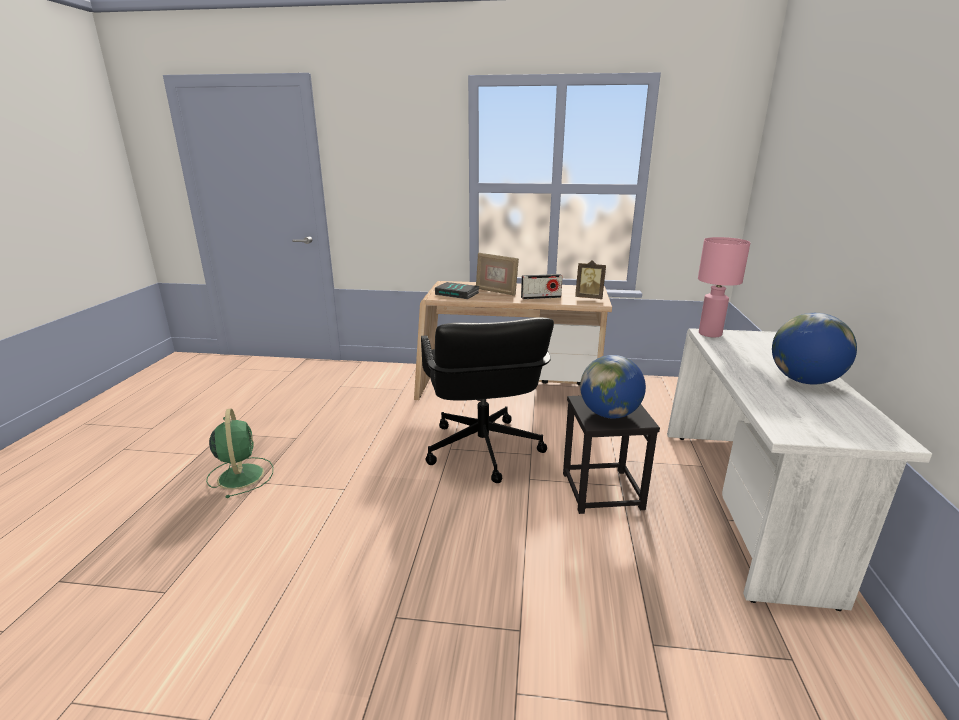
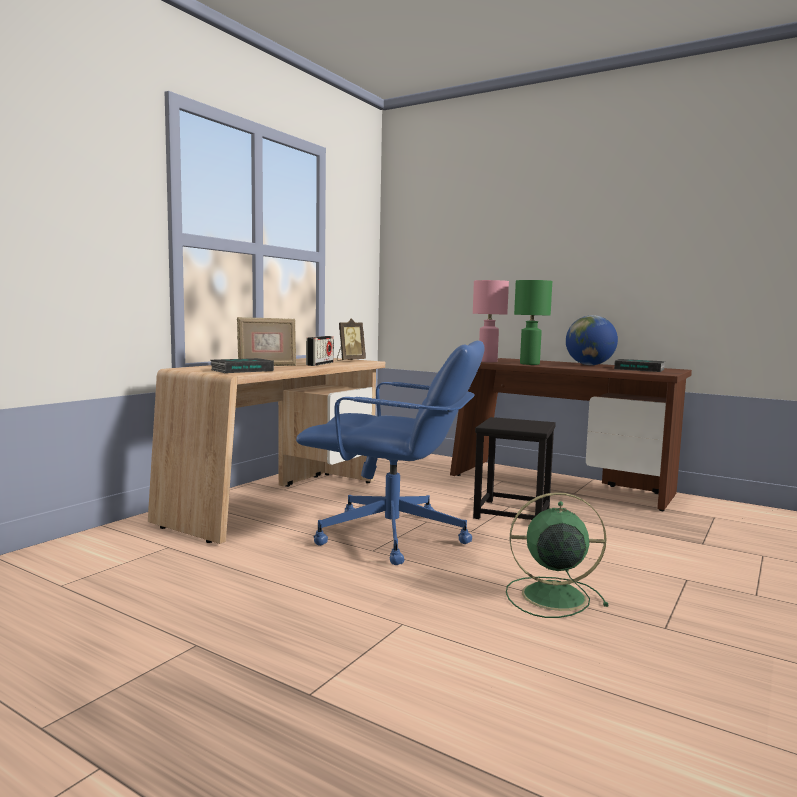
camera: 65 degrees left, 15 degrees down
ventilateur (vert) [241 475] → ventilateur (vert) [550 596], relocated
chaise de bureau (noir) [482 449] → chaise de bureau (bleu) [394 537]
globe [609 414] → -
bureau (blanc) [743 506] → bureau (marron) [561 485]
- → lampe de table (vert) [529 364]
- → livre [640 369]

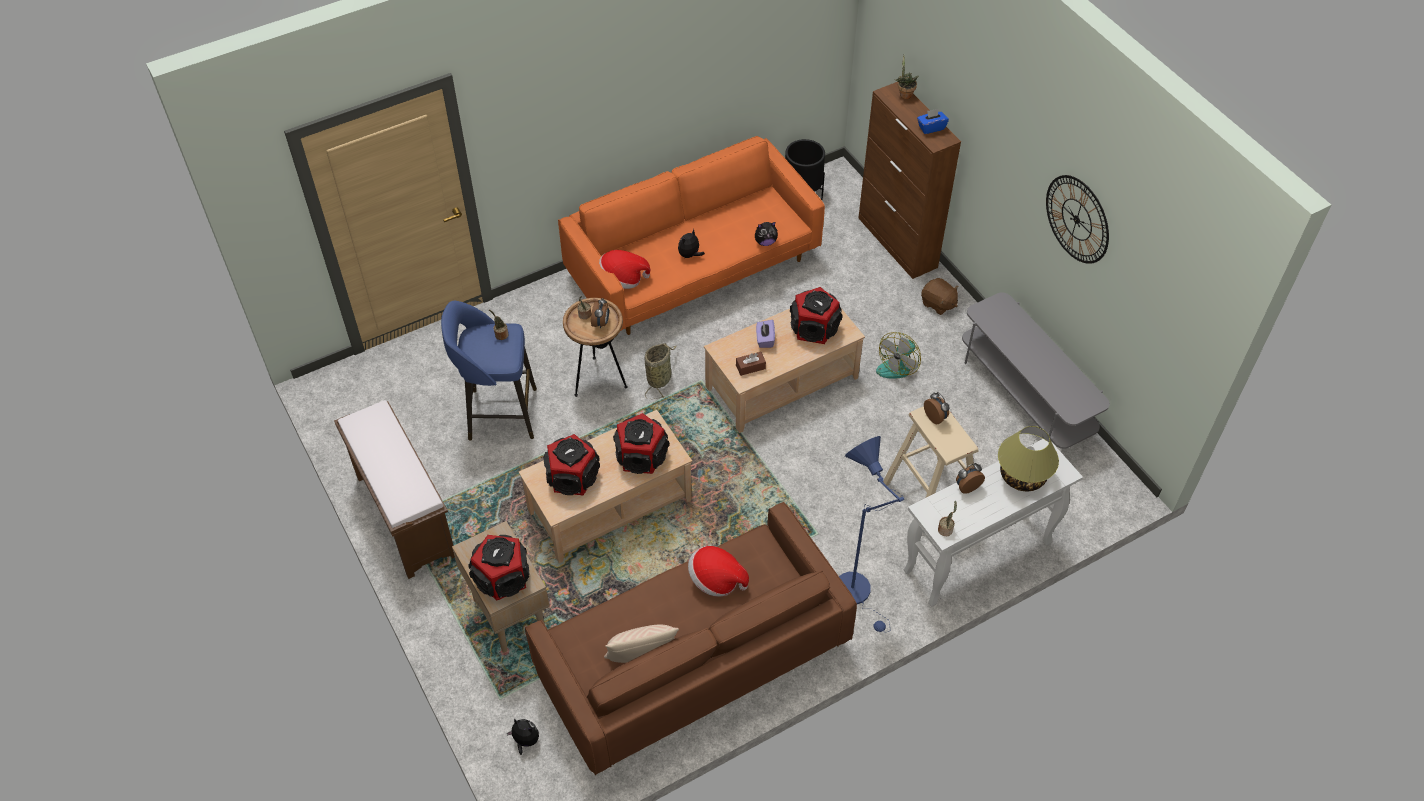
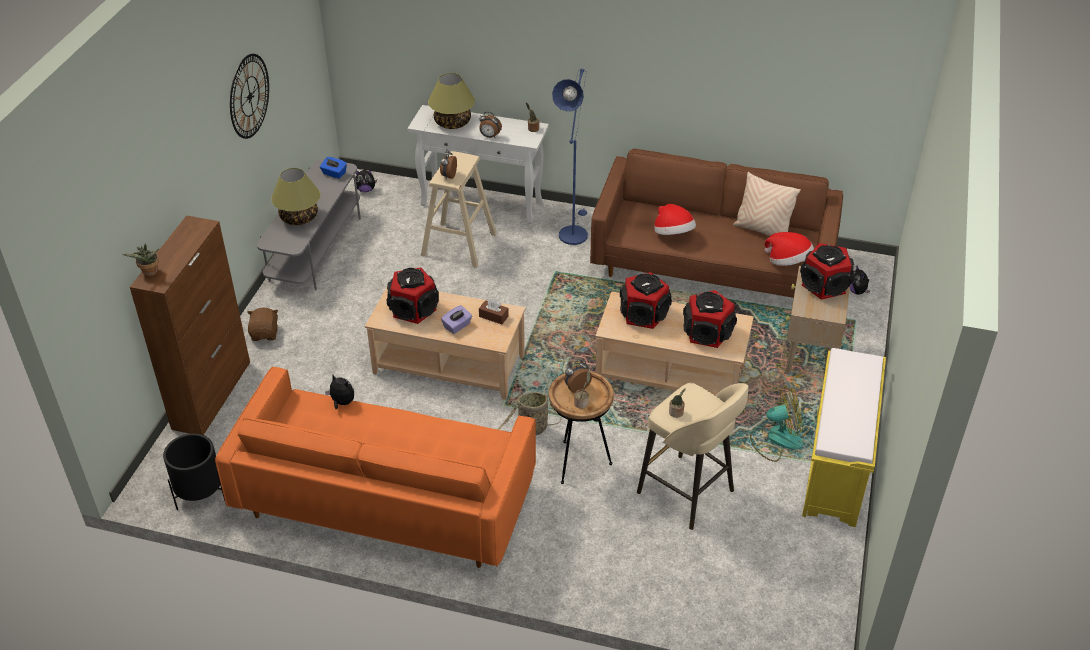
camera: 135 degrees left, 10 degrees down
banc (marron) [404 515] → banc (jaune) [836 469]
tabouret (bleu) [500 414] → tabouret (beige) [687 493]
chapeau [622 279] → chapeau [788 262], relocated
peluche [690 255] → peluche [366 190], relocated
ventilateur [898 365] → ventilateur [776 439], relocated
boîte à mouchoirs (bleu) [931 127] → boîte à mouchoirs (bleu) [334 174], relocated
- → lampe de table [299 217]

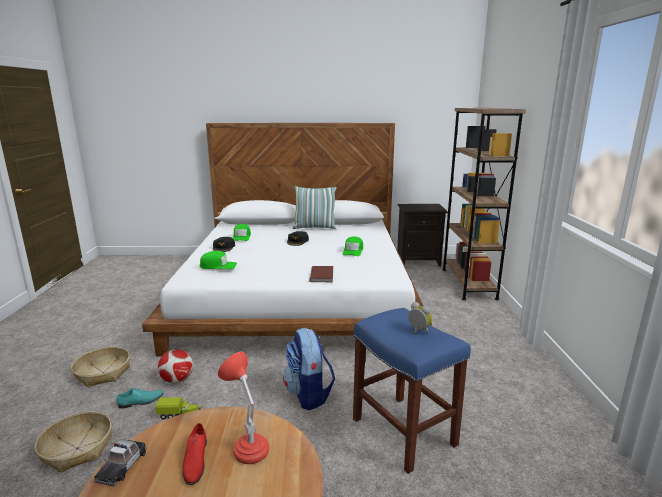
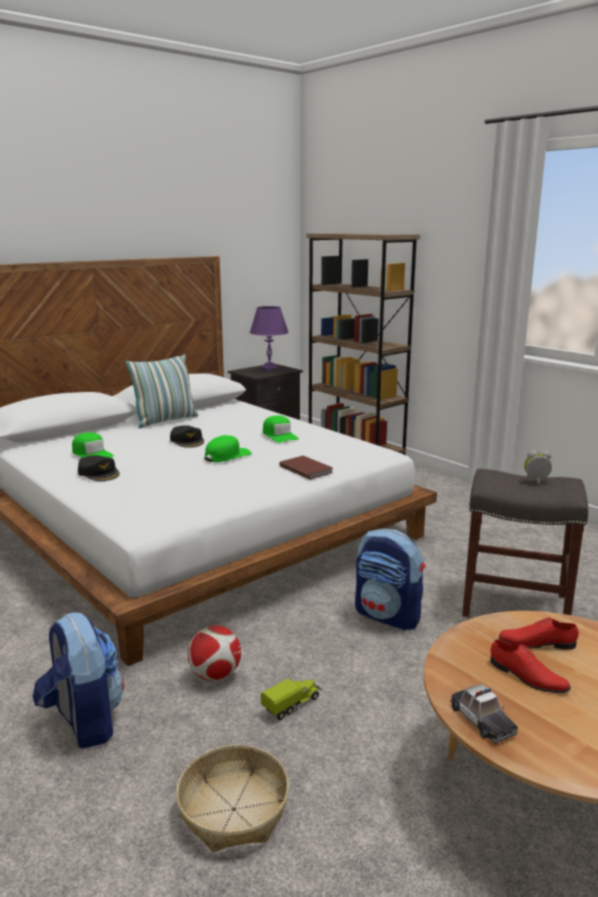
camera: 40 degrees left, 0 degrees up
panier [103 372] → sac à dos [83 722]
chaussure (turquoise) [141 401] → -
casquette (vert) [218 266] → casquette (vert) [227 456], relocated
lampe de table (rouge) [247 445] → chaussure (rouge) [536 642]
tabouret (bleu) [402 431] → tabouret (gris) [513 605]
- → lampe de table (violet) [269 369]

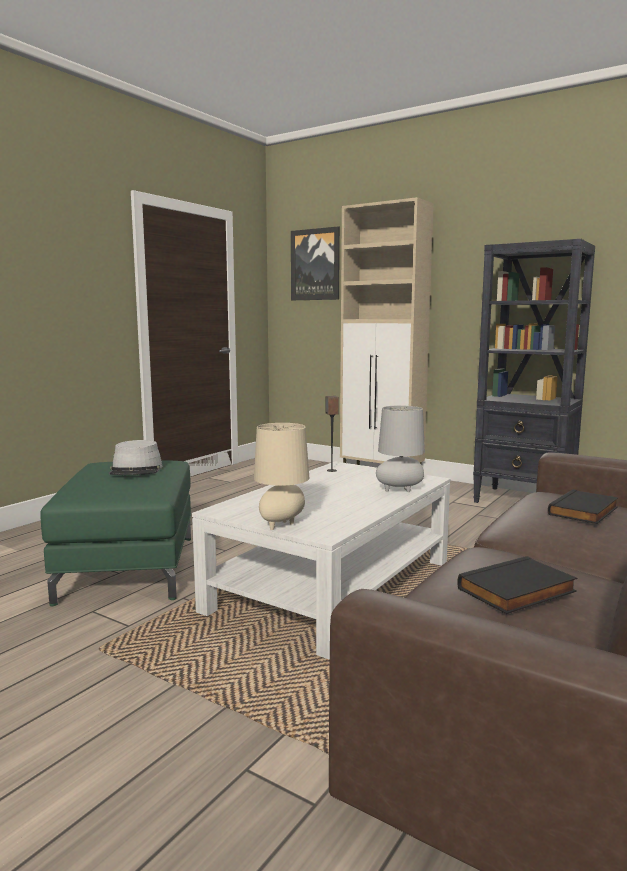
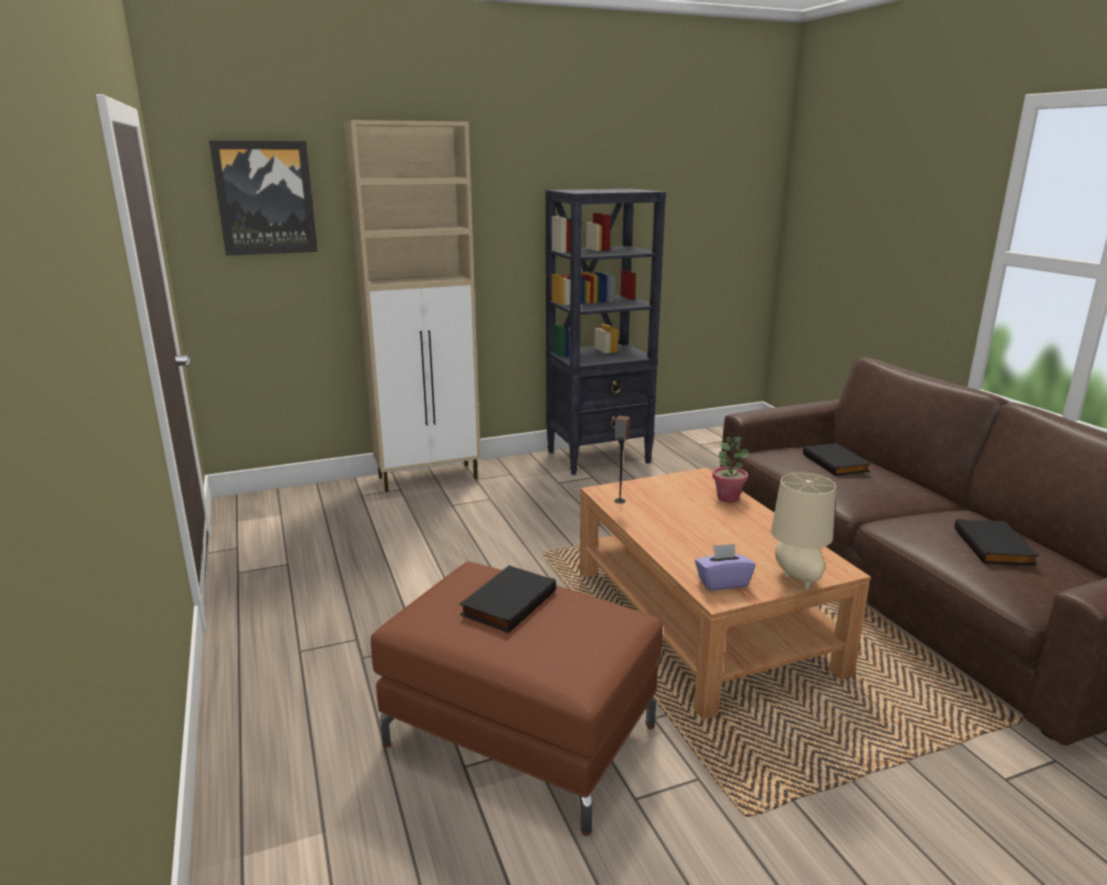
camera: 55 degrees left, 10 degrees up
pouf (vert) [128 567] → pouf (marron) [519 735]
chapeau (gris) [136 469] → livre (noir) [507 602]
table basse (blanc) [332 586] → table basse (marron) [702 619]
lampe de table (gris) [400 490] → plante en pot [728 498]
- → boîte à mouchoirs (violet) [722 582]

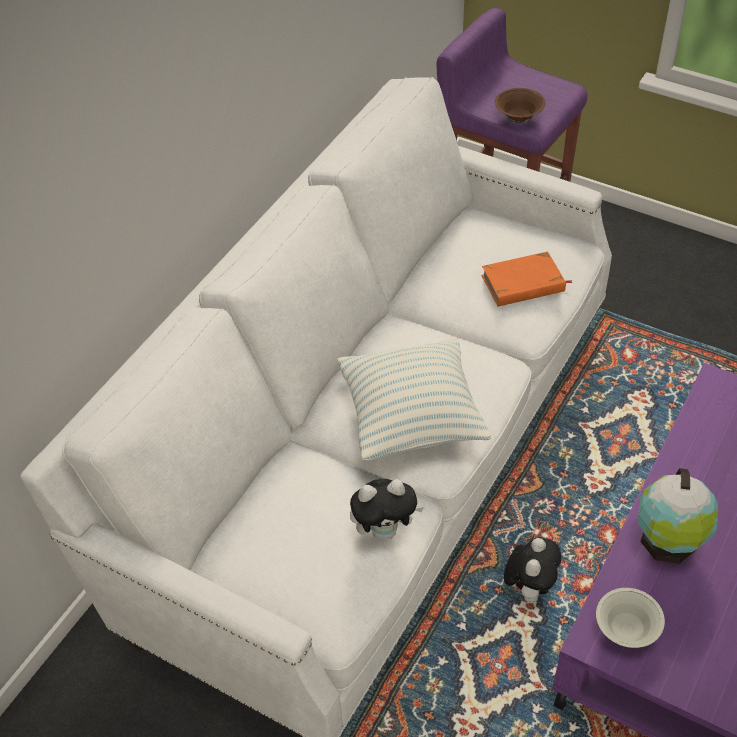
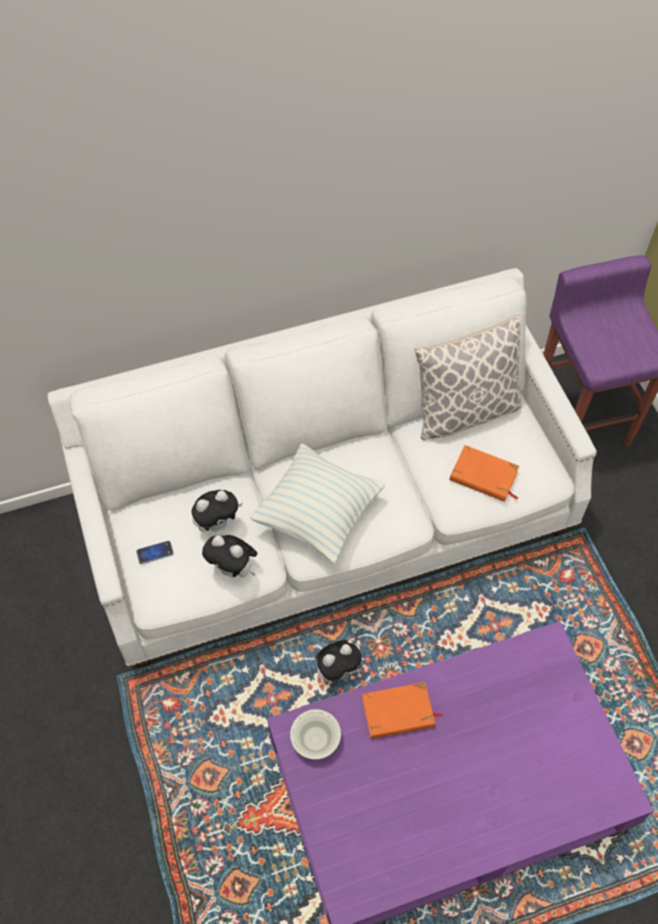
camera: 40 degrees right, 10 degrees up
bol (marron) [518 118] → -
globe [668 543] → livre (orange) [398 713]
- → téléphone [155 552]
- → peluche [218 524]
- → coussin [464 410]

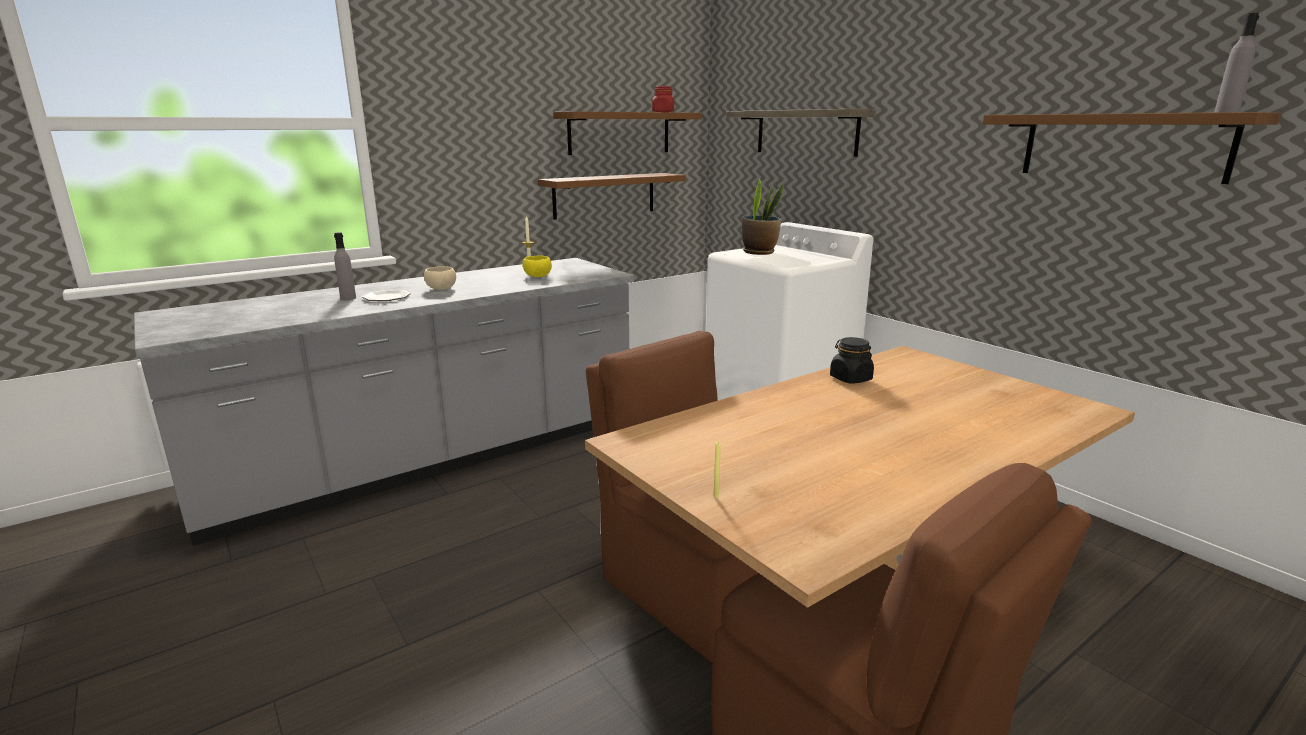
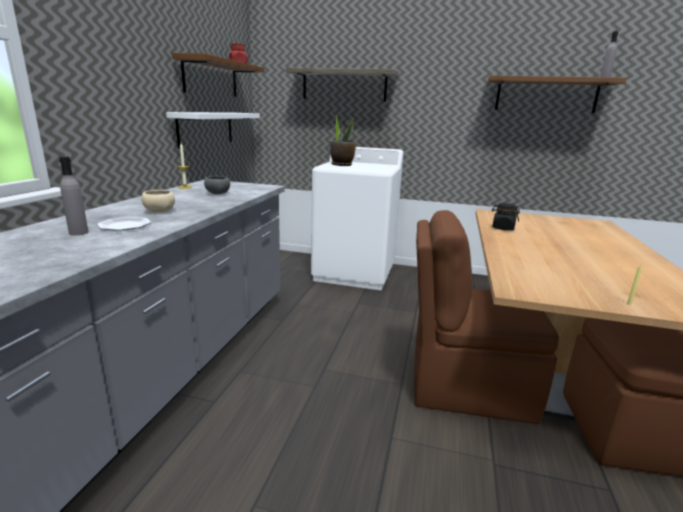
camera: 40 degrees left, 0 degrees up
bol (jaune) [537 276] → bol (gris) [217 193]
étagère (marron) [604 195] → étagère (blanc) [206 128]

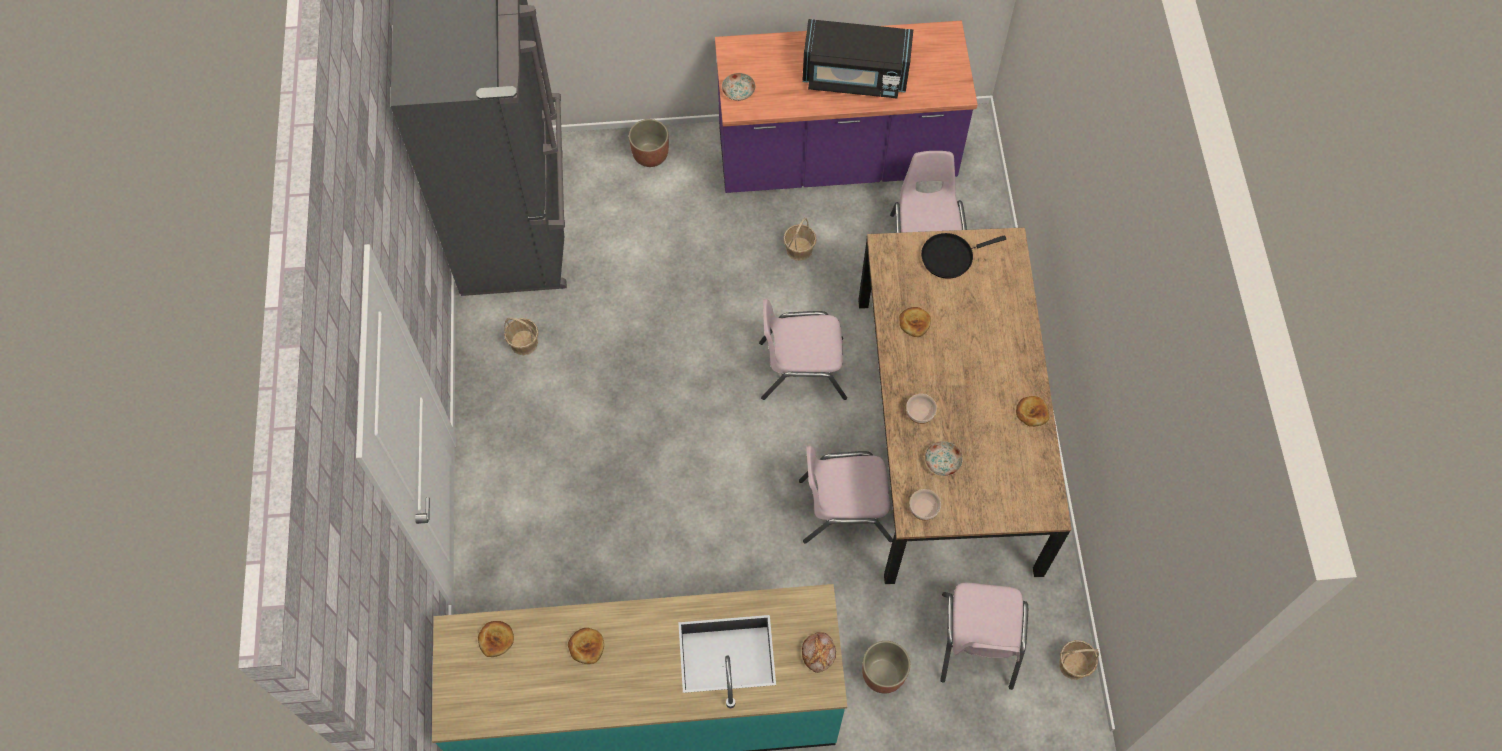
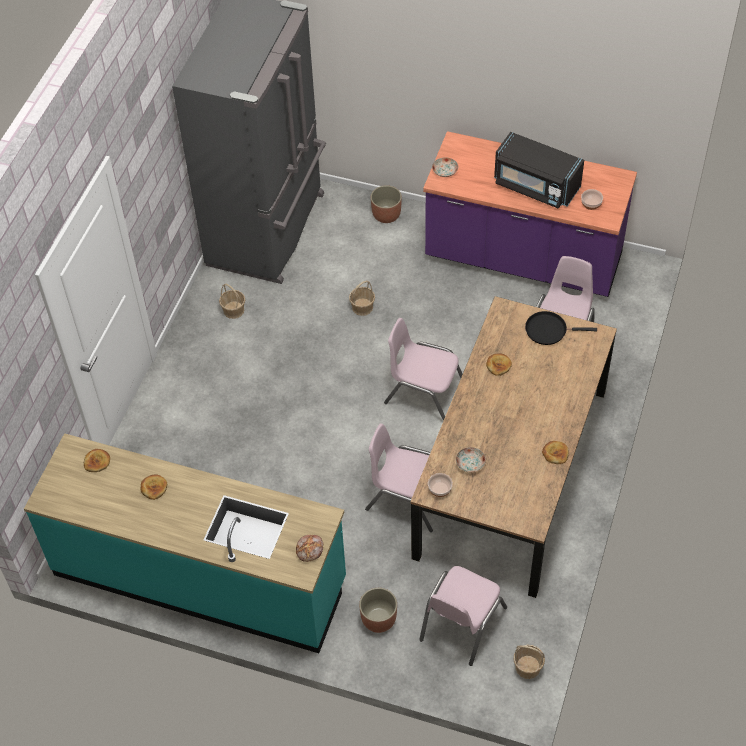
camera: 25 degrees right, 10 degrees down
panier [799 249] → panier [362 307], relocated
bol [919 413] → bol [591 204], relocated

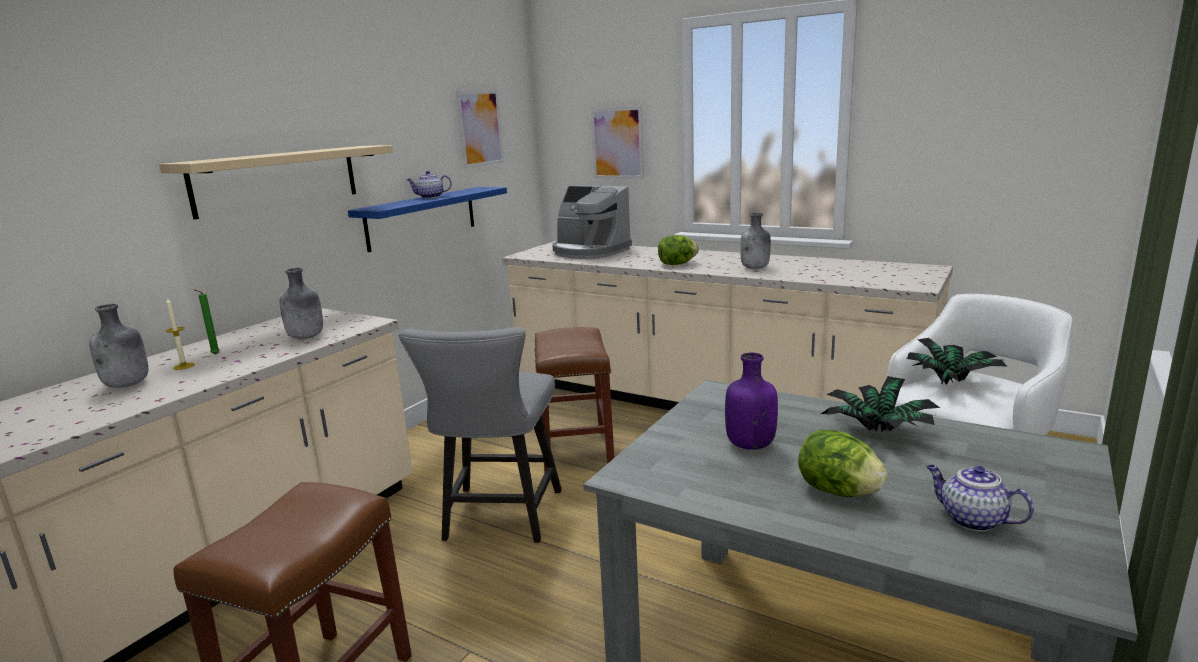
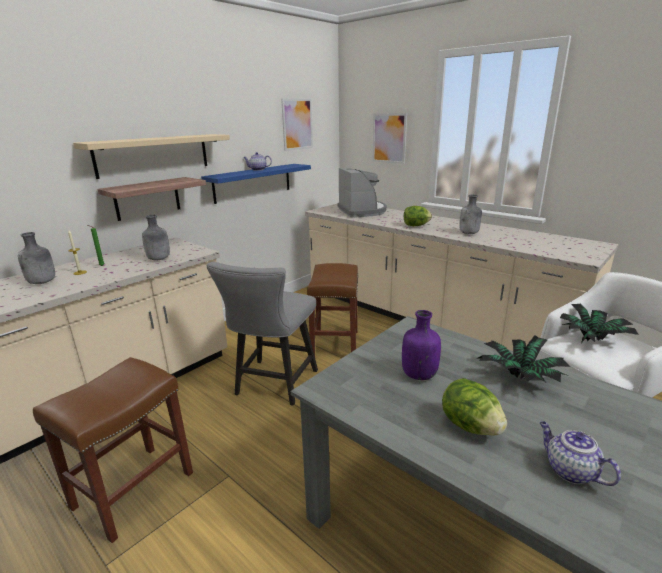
camera: 10 degrees right, 5 degrees up
machine à café [589 251] → machine à café [362 211], 150 degrees counterclockwise
- → étagère [147 198]

